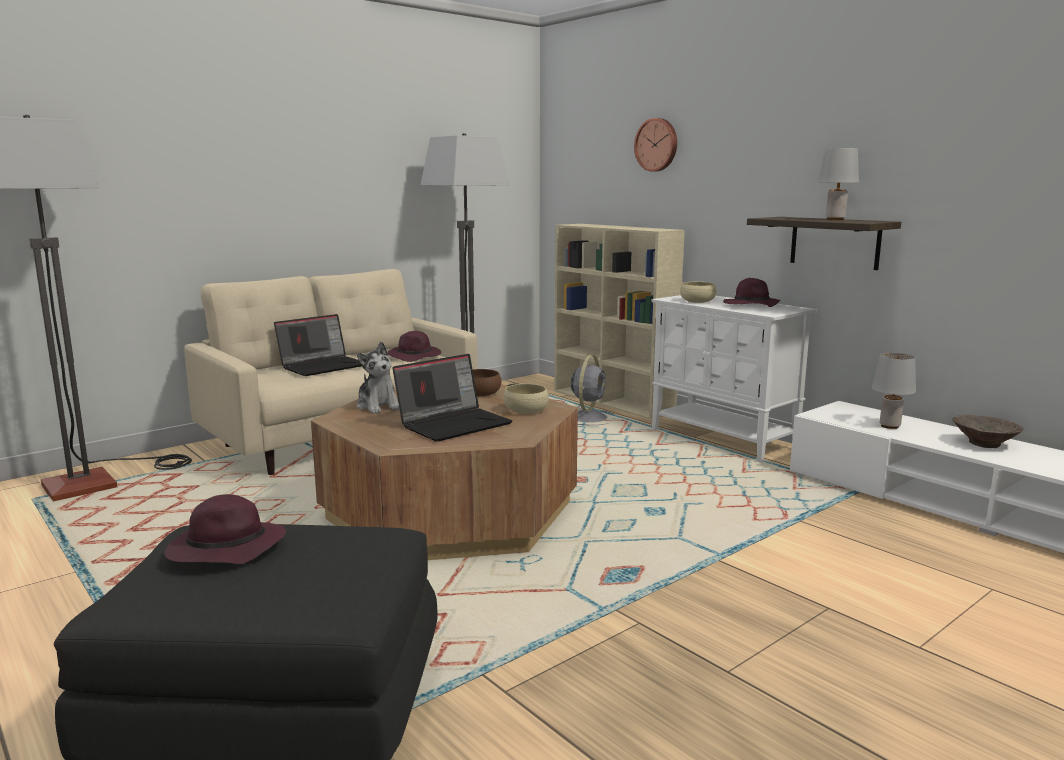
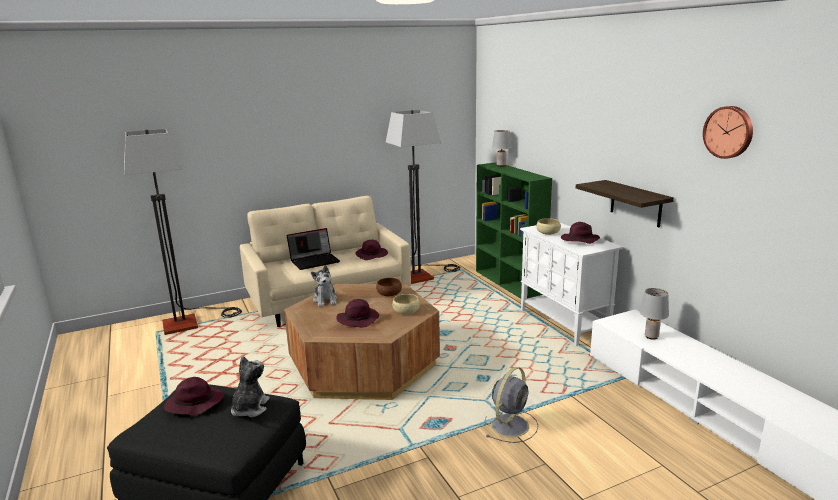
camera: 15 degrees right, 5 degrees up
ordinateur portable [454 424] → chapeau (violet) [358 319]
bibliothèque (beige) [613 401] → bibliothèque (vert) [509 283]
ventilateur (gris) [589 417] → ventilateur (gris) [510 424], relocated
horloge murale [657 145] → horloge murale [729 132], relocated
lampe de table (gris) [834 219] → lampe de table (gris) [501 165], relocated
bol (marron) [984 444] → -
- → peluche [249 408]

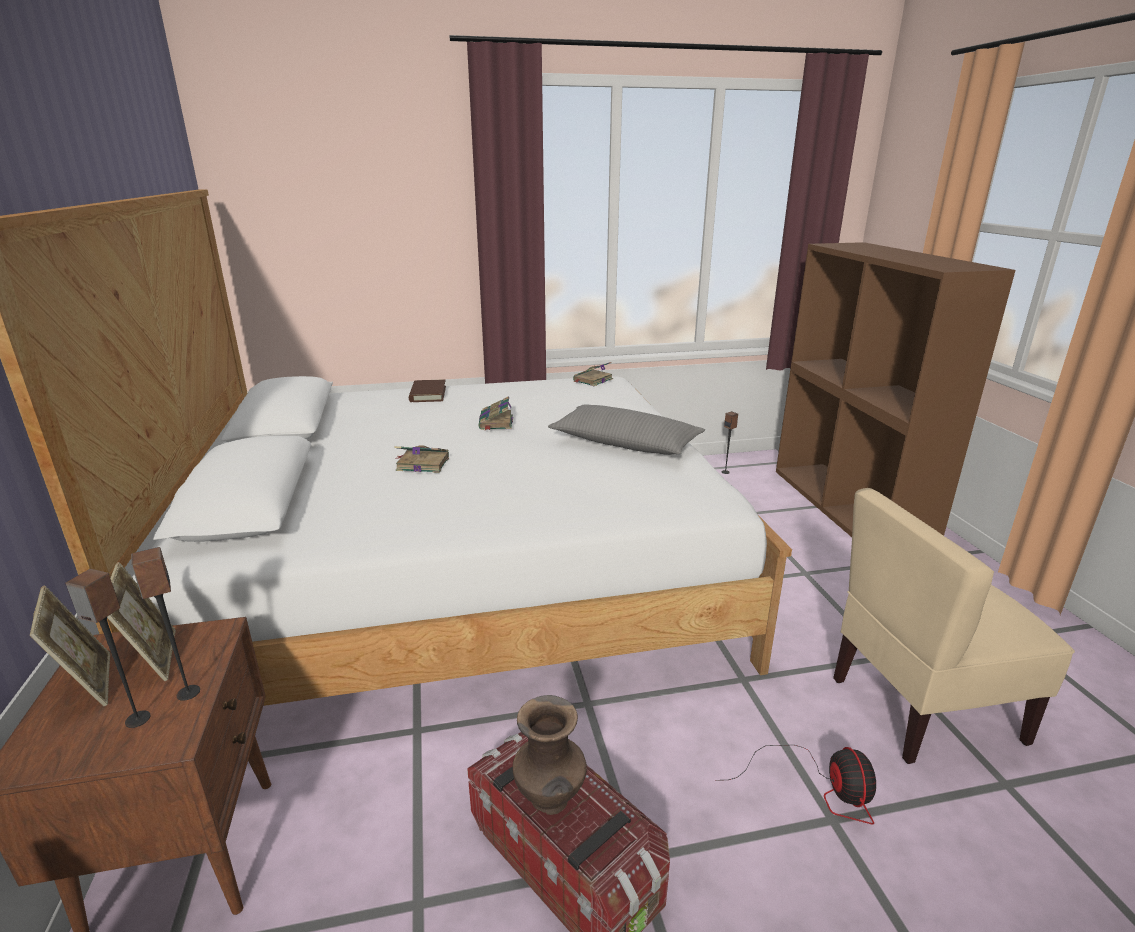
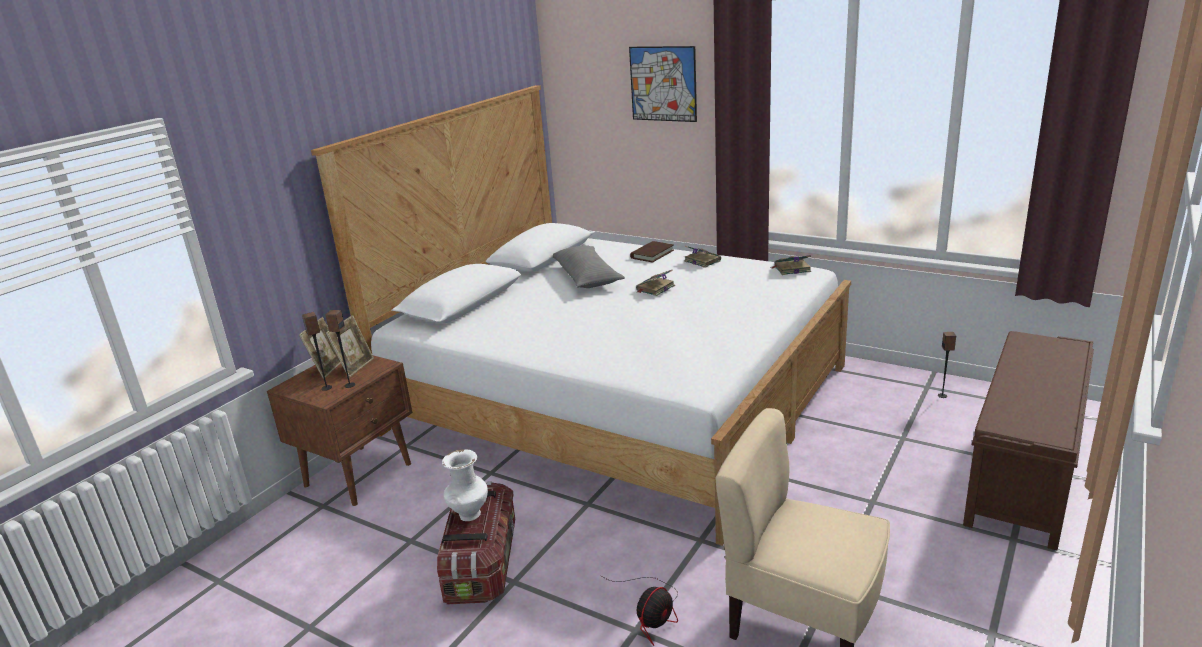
camera: 45 degrees right, 0 degrees up
livre [421 464] → livre [701 261], relocated
vase (marron) [550 800] → vase (blanc) [469 515]
coussin (gris) [625 443] → coussin (gris) [586 276], relocated
bibliothèque (marron) [850 508] → banc (marron) [1024 472]
- → tableau [663 84]

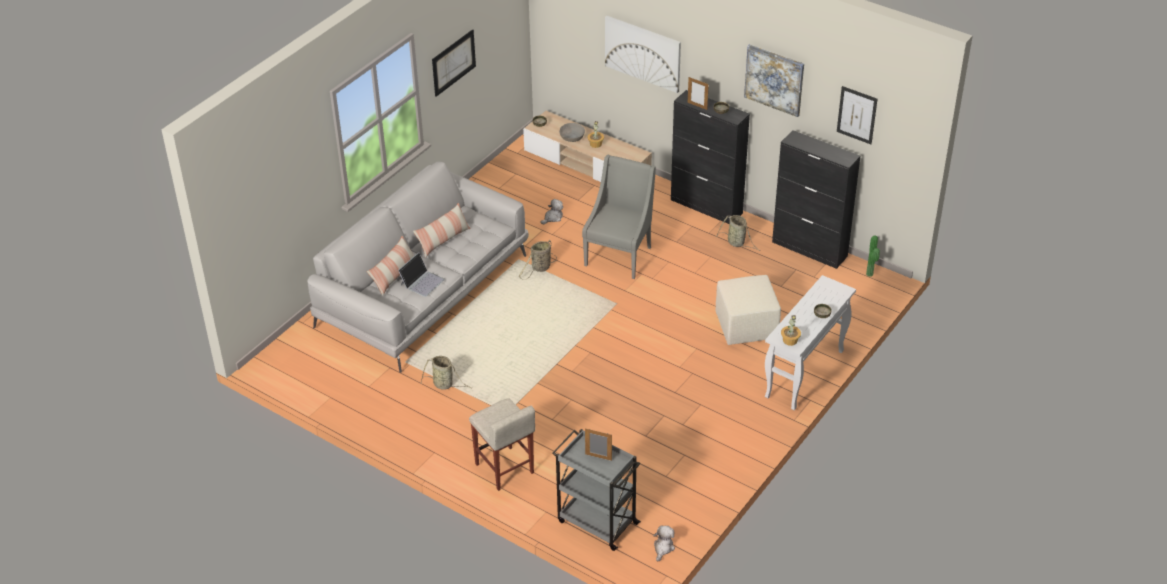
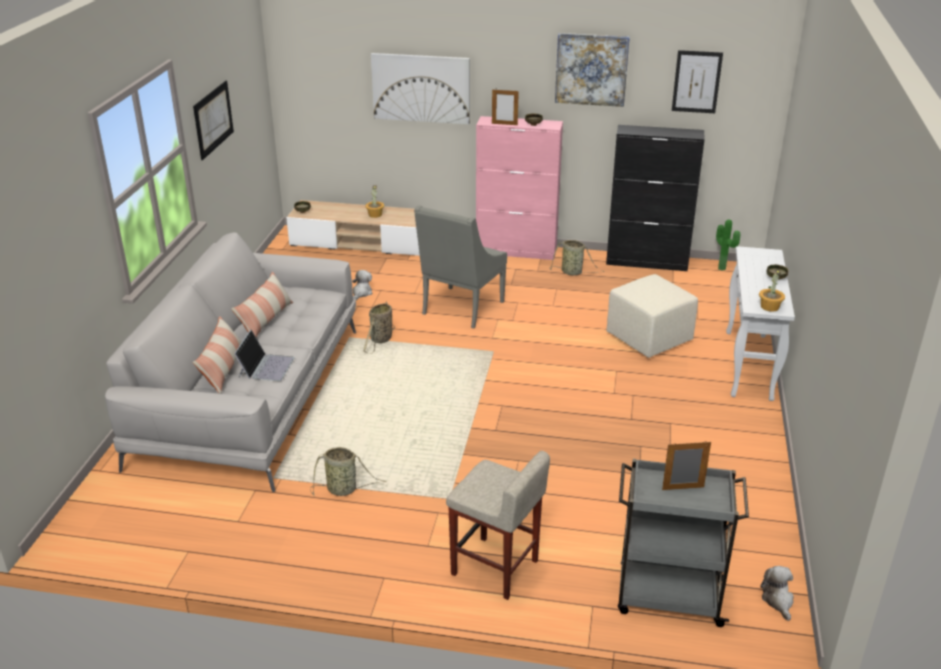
camera: 25 degrees left, 10 degrees down
bol (gris) [572 137] → -
fauteuil (gris) [619 255] → fauteuil (gris) [461 309], 150 degrees counterclockwise
meuble de rangement (noir) [706 207] → meuble de rangement (rose) [516 251]

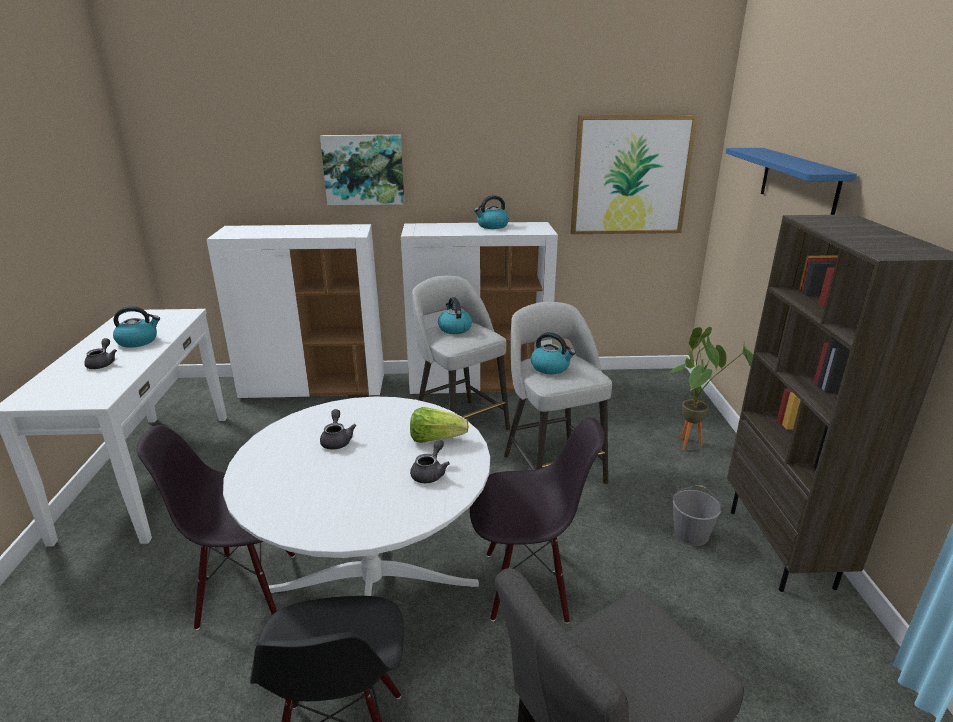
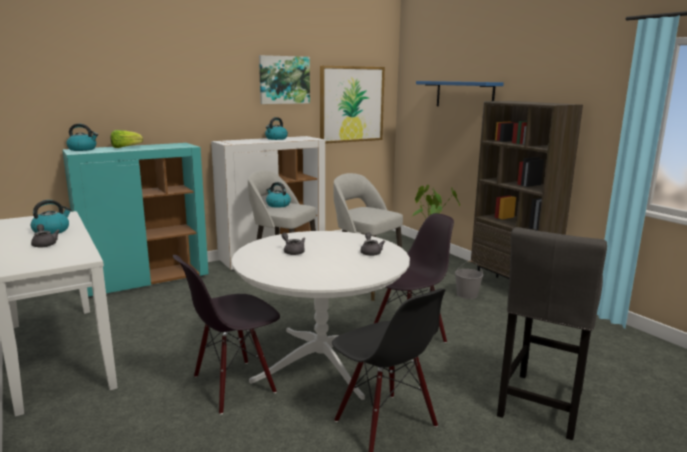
camera: 30 degrees left, 10 degrees down
meuble de rangement (blanc) [314 387] → meuble de rangement (turquoise) [146 280]
tableau [363 170] → tableau [284 80], relocated
laitue [435 439] → laitue [125 147], relocated
bouilloire [551 367] → bouilloire [83 149], relocated

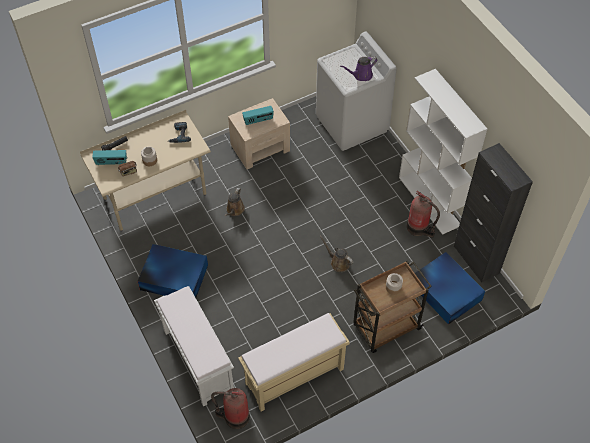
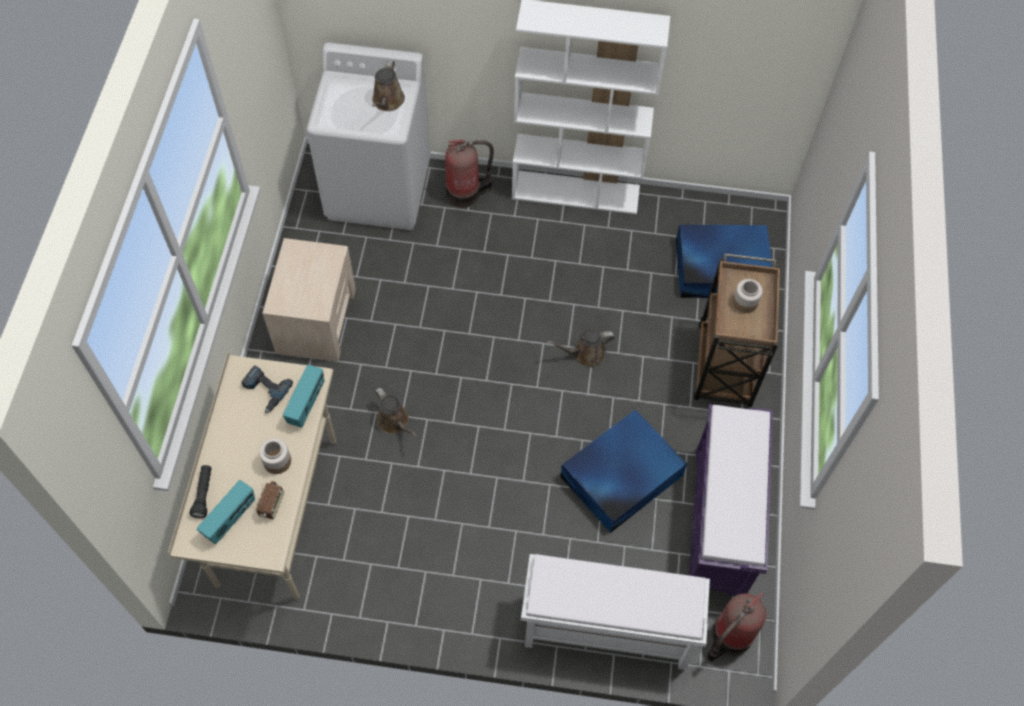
camera: 55 degrees left, 5 degrees up
boîte de rangement (bleu) [173 277] → boîte de rangement (bleu) [620 476], relocated
banc (beige) [293 377] → banc (violet) [720 523]
radio [258 120] → radio [307 404], relocated
arrosoir (violet) [361 75] → arrosoir (marron) [387 102]
extincteur [419 228] → extincteur [466 193], relocated
meuble de rangement (noir) [476 260] → -

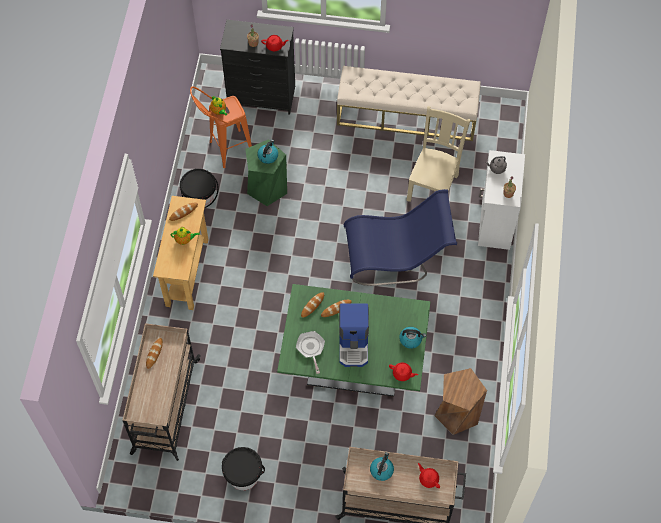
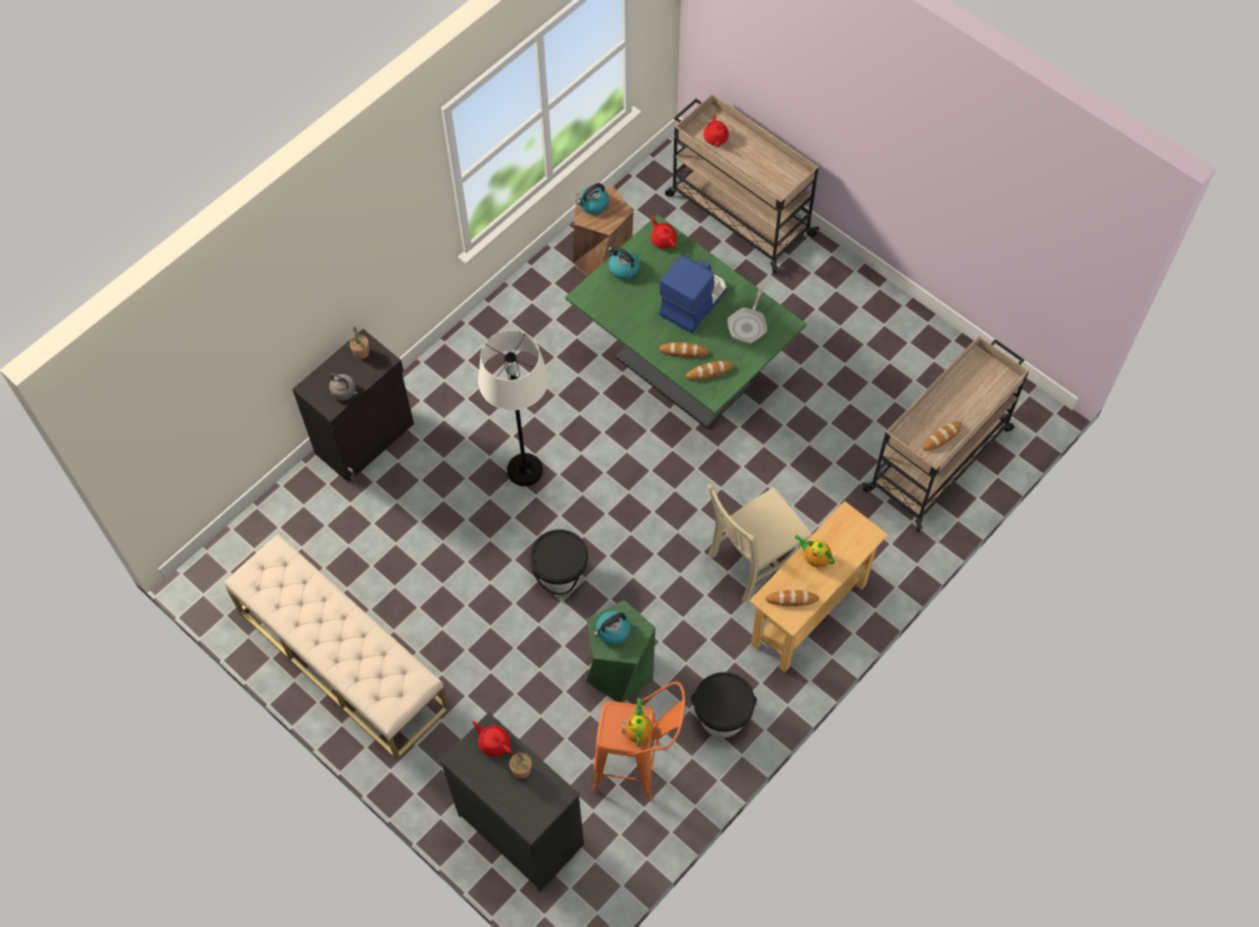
camera: 145 degrees left, 0 degrees up
seau (noir) [243 475] → seau (noir) [560 573], relocated
chaise (bleu) [396 257] → lampadaire (blanc) [524 470]
bouilloire [381 470] → bouilloire [593 204], relocated
chaise (beige) [433 186] → chaise (beige) [753 560], relocated
meuble de rangement (blanc) [495 222] → meuble de rangement (noir) [366 439]

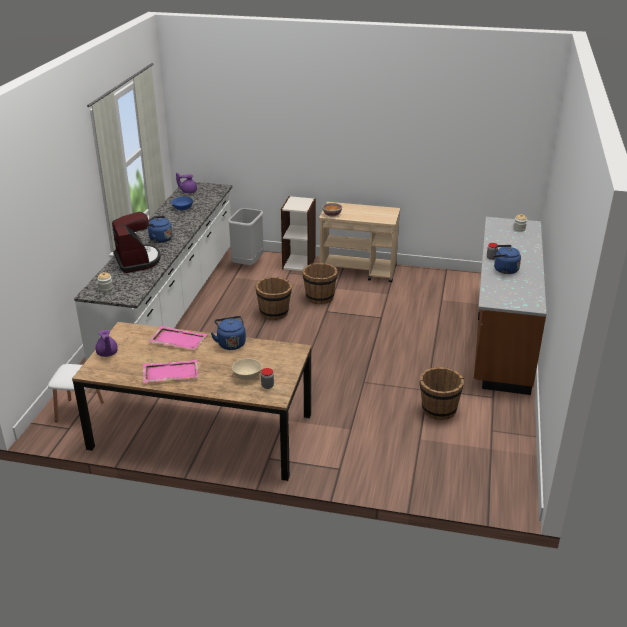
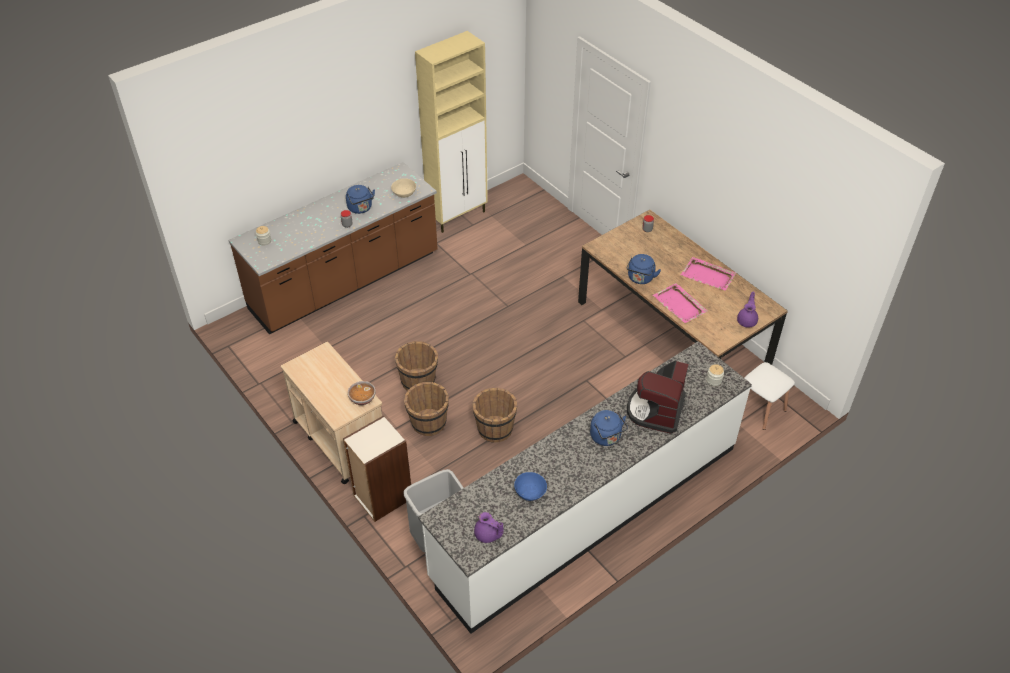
camera: 140 degrees left, 15 degrees up
bol (beige) [247 375] → bol (beige) [404 193], relocated
seau (marron) [438 410] → seau (marron) [418 381], relocated
- → meuble de rangement (beige) [458 216]

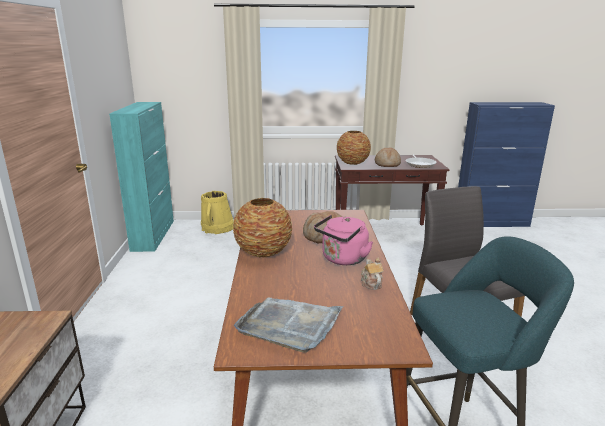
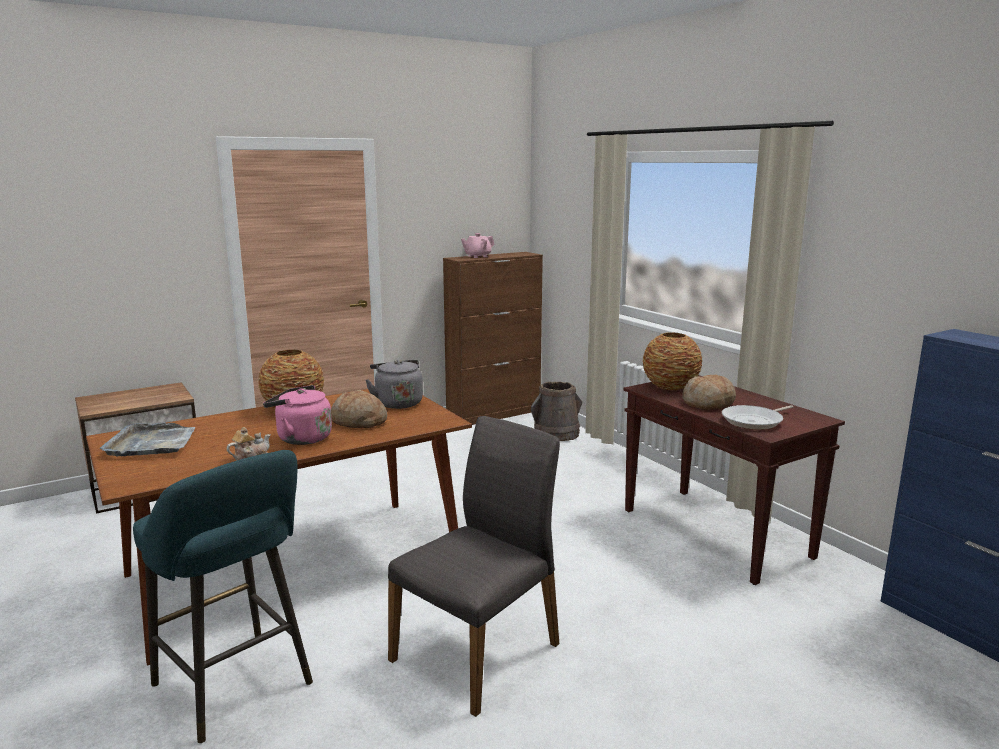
camera: 60 degrees right, 5 degrees down
meuble de rangement (turquoise) [153 235] → meuble de rangement (marron) [494 414]
seau (jaune) [217 228] → seau (marron) [556 433]
- → bouilloire (gris) [397 403]
- → théière (rose) [477 256]

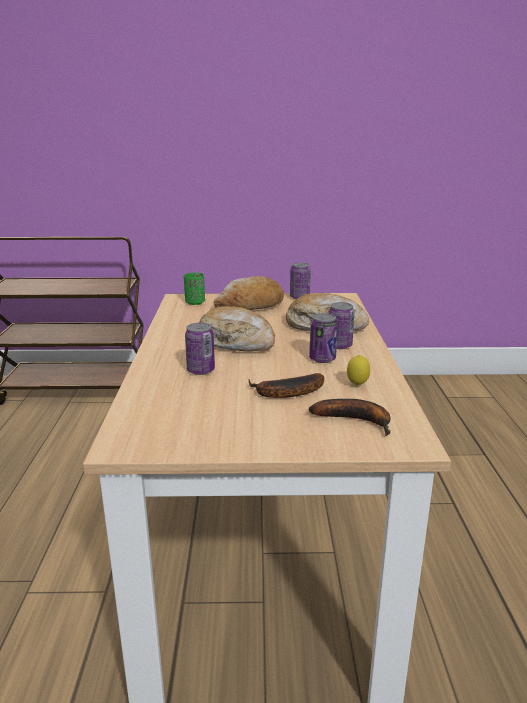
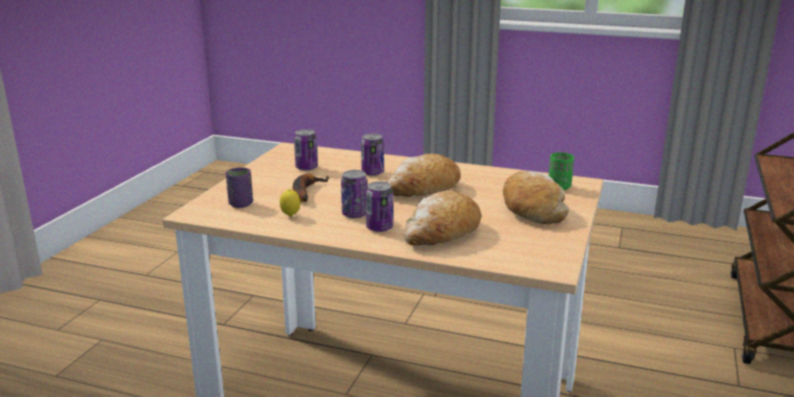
camera: 110 degrees right, 0 degrees up
boîte métallique [299 297] → boîte métallique [306 168], relocated
banane [357 420] → tasse (violet) [241 204]

